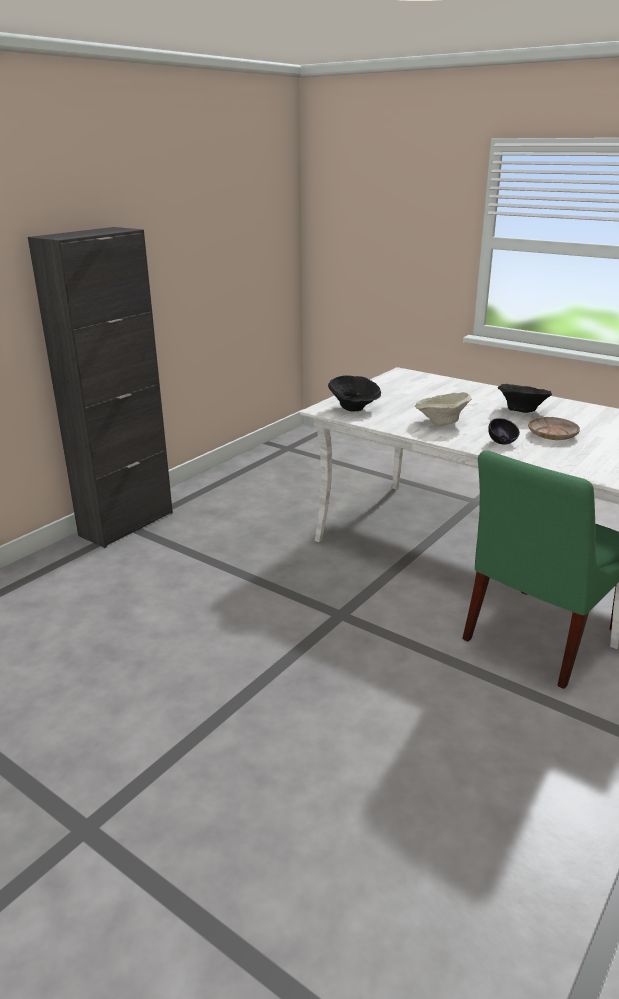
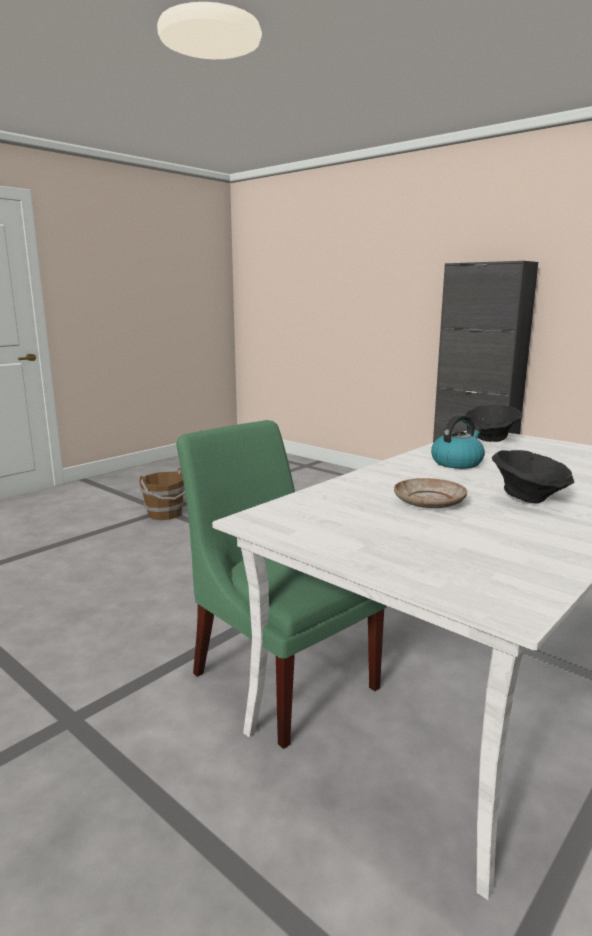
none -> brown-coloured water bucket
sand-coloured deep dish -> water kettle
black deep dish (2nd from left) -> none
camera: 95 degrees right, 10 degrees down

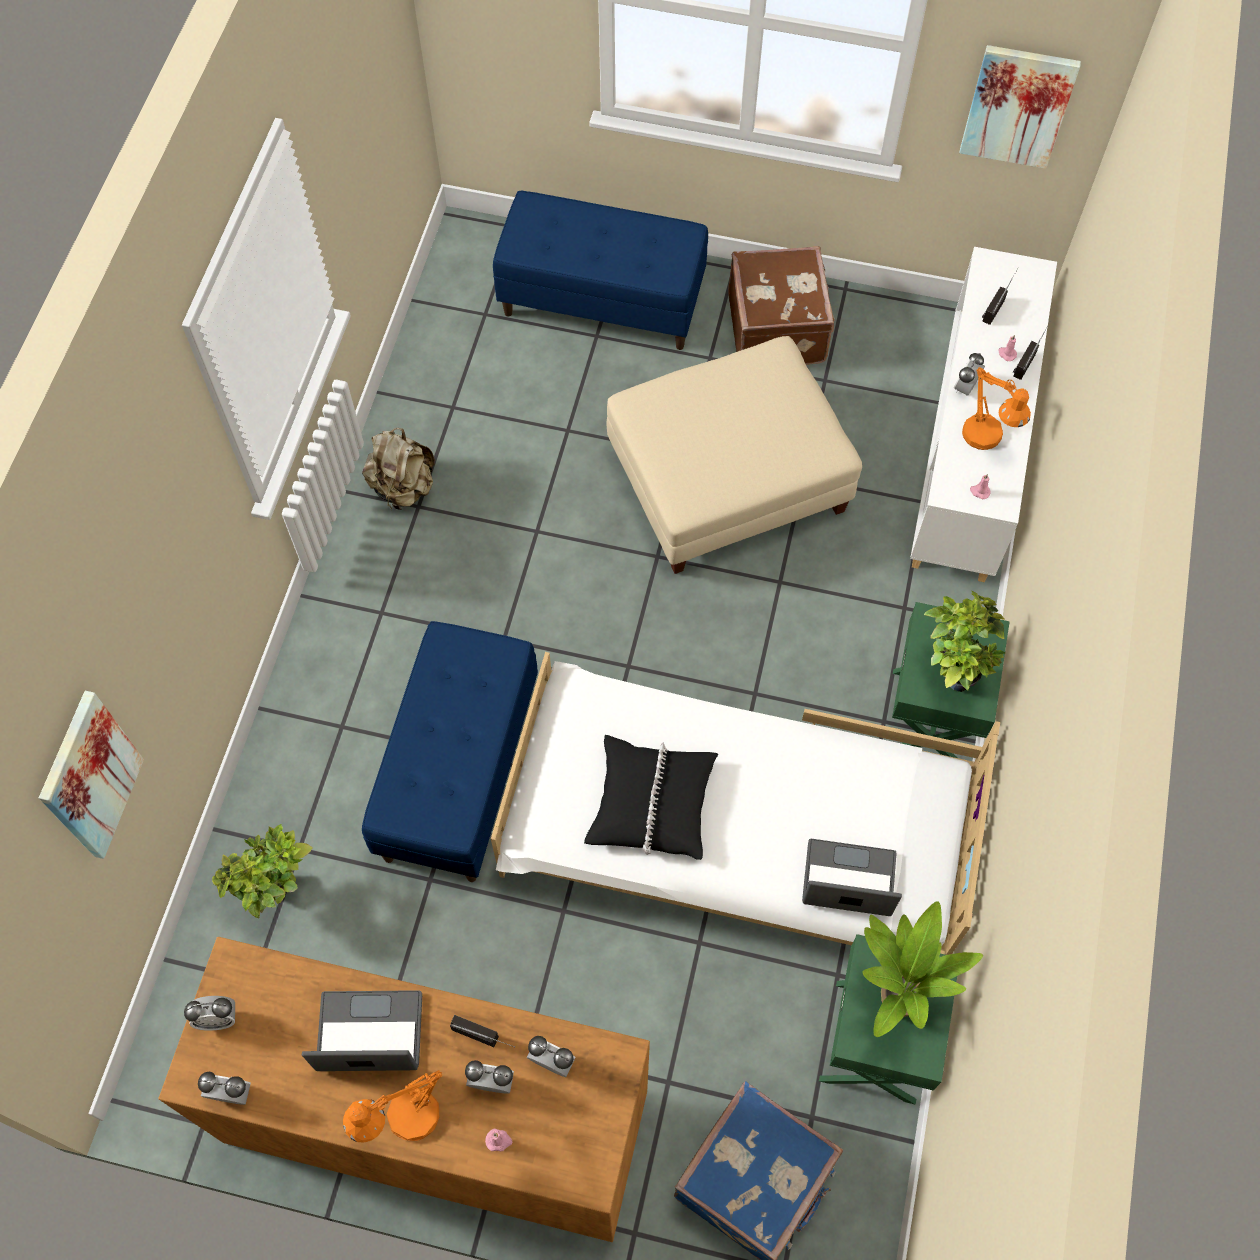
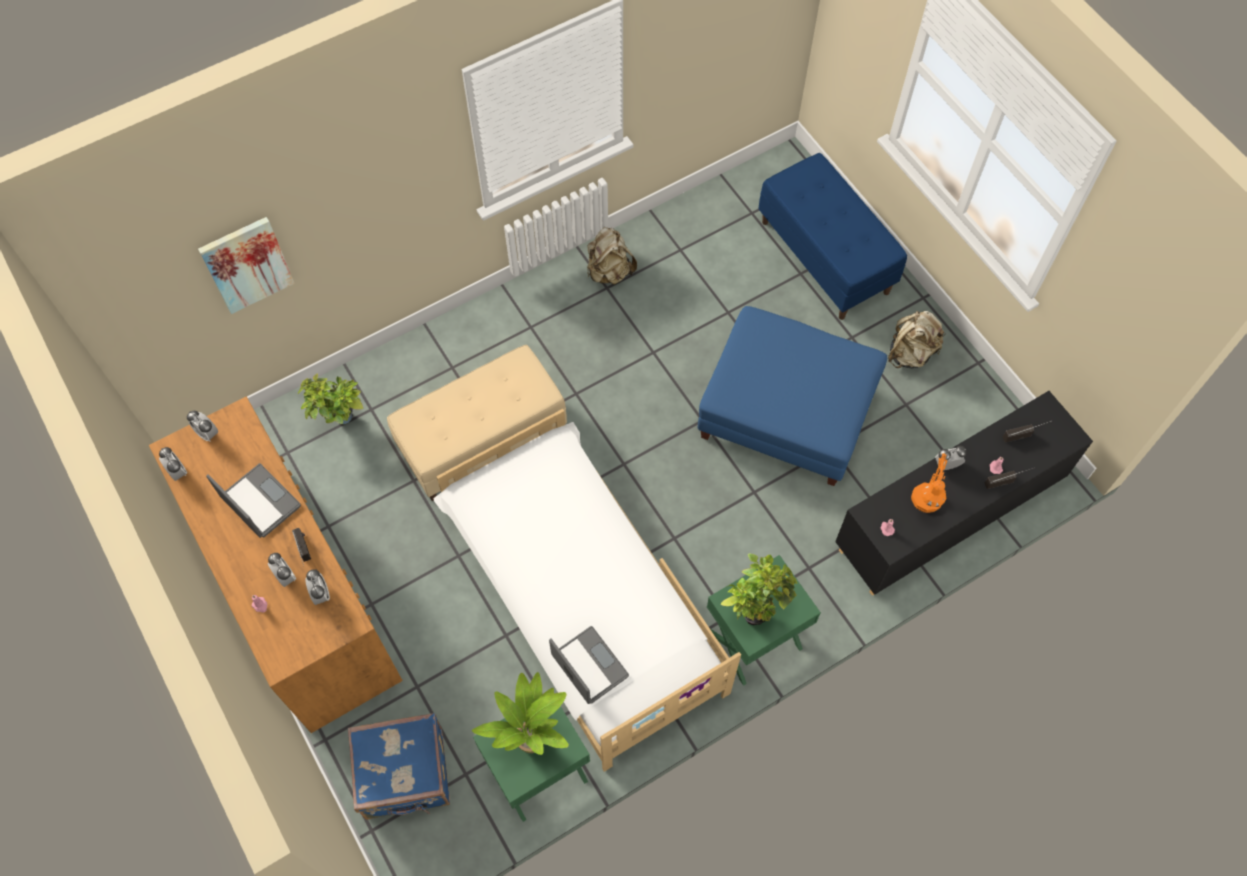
bluish long seat (1st from left) -> sand-coloured long seat
sand-coloured pouffe -> bluish pouffe
white-coloured storage cabinet -> black storage cabinet
brown-coloured piece of luggage -> sand-coloured rucksack (2nd from left)
orange-coloured tabletop lamp (1st from left) -> none
black pillow -> none
wall art (2nd from left) -> none
camera: 45 degrees right, 0 degrees up

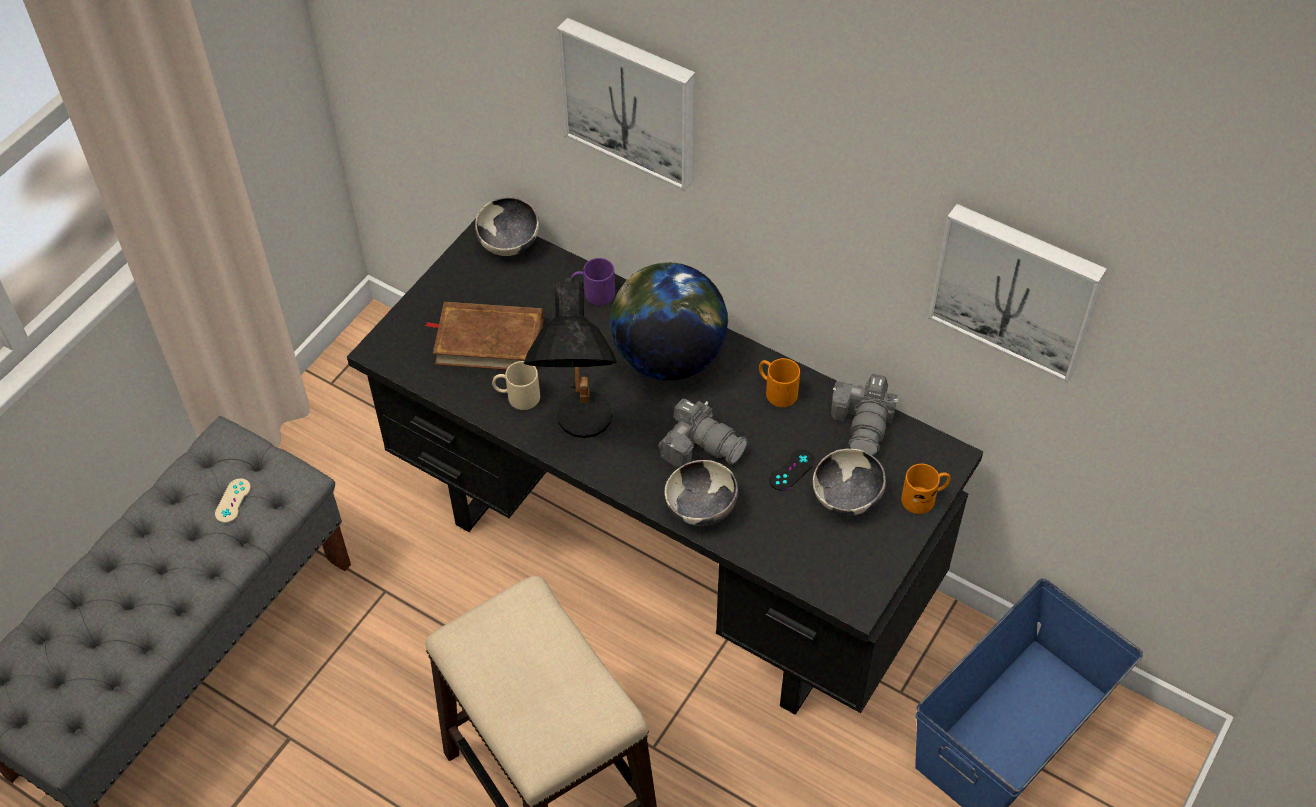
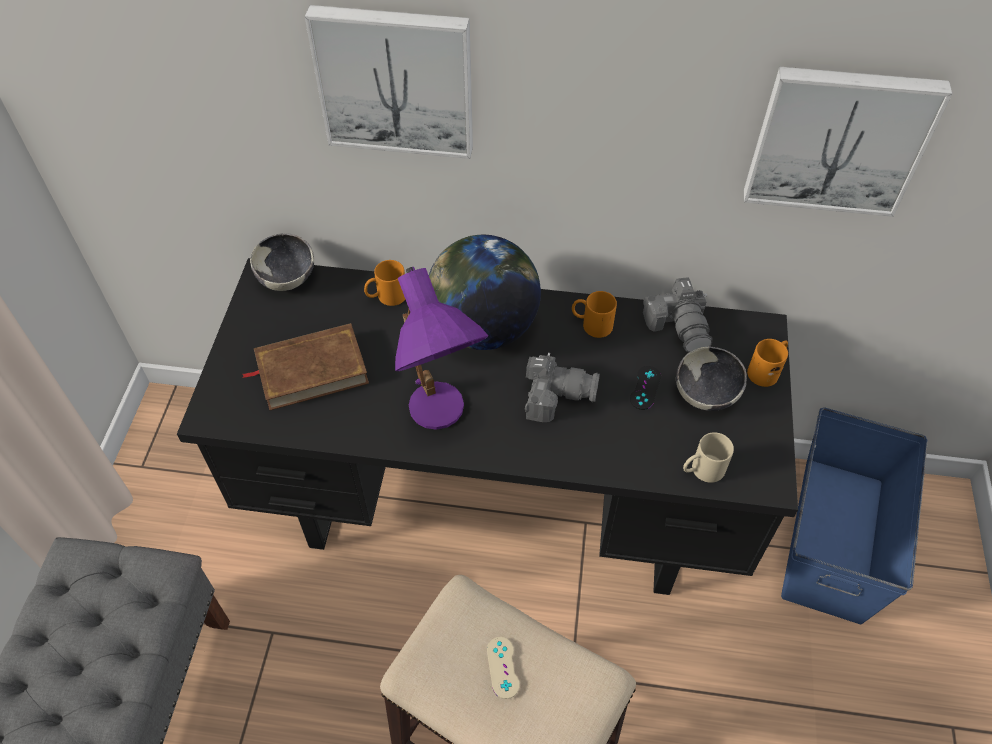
purple tea mug -> orange-coloured tea mug (1st from left)
black tabletop lamp -> purple tabletop lamp
sand-coloured game controller, moved
sand-coloured tea mug, moved
deep dish (2nd from left) -> none
camera: 25 degrees left, 0 degrees up

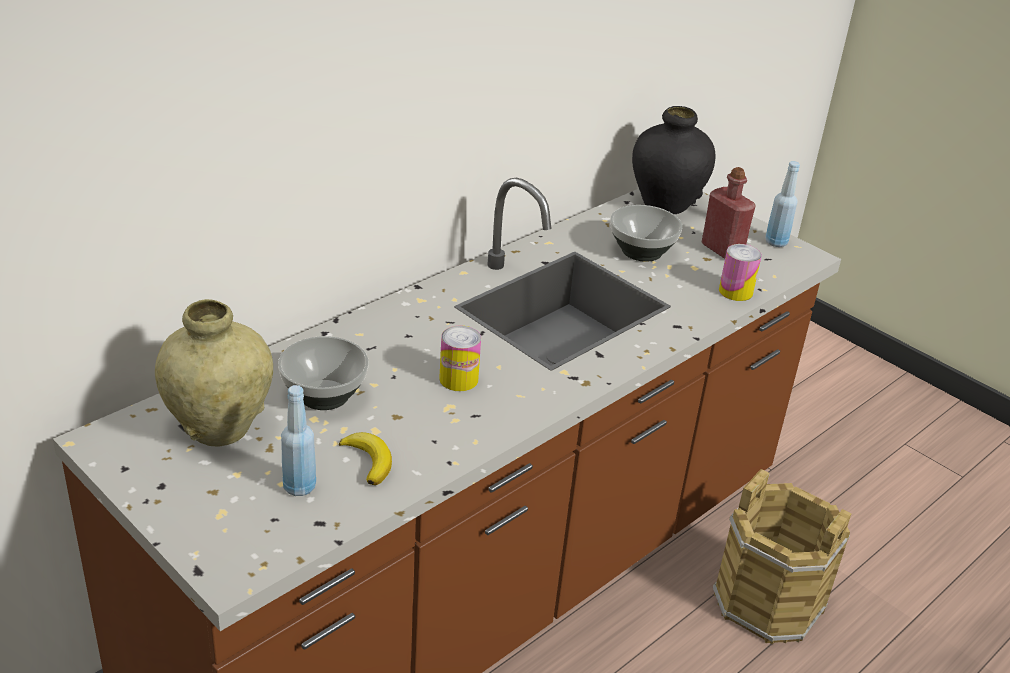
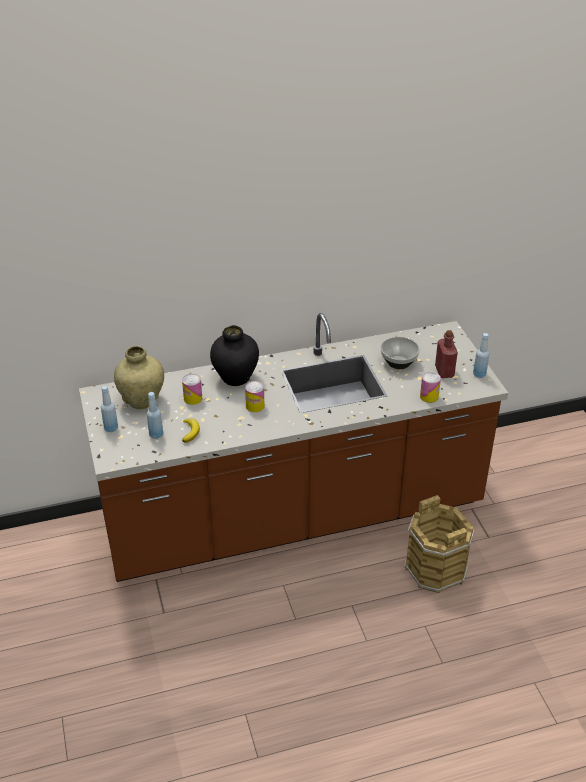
none -> bluish drink bottle (1st from left)
deep dish (1st from left) -> metal can (1st from left)
black decorative vase, moved
camera: 30 degrees right, 5 degrees up

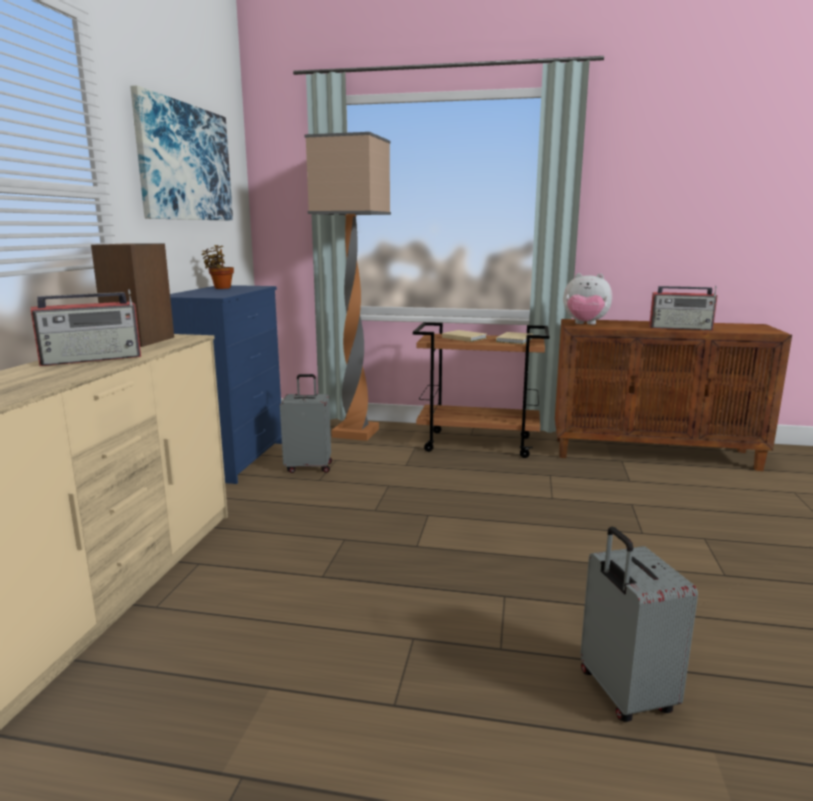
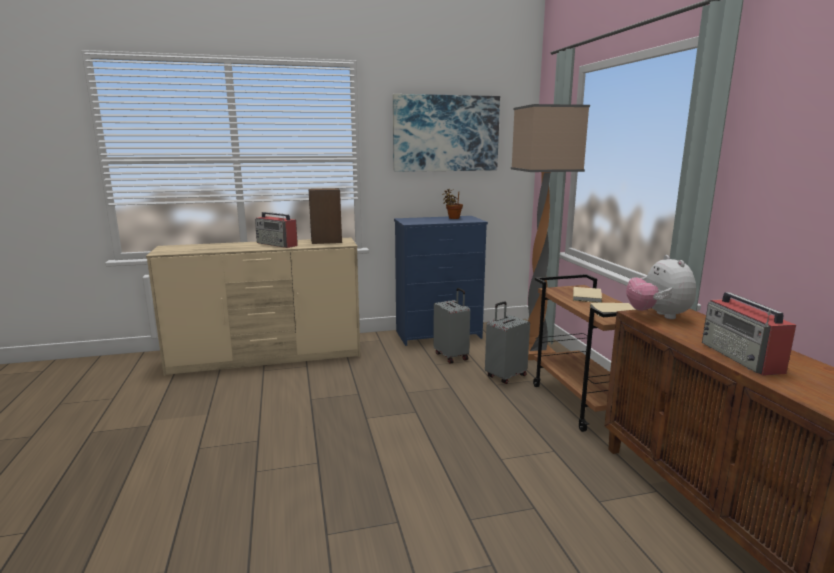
gray piece of luggage (2nd from left), moved
camera: 65 degrees right, 0 degrees up

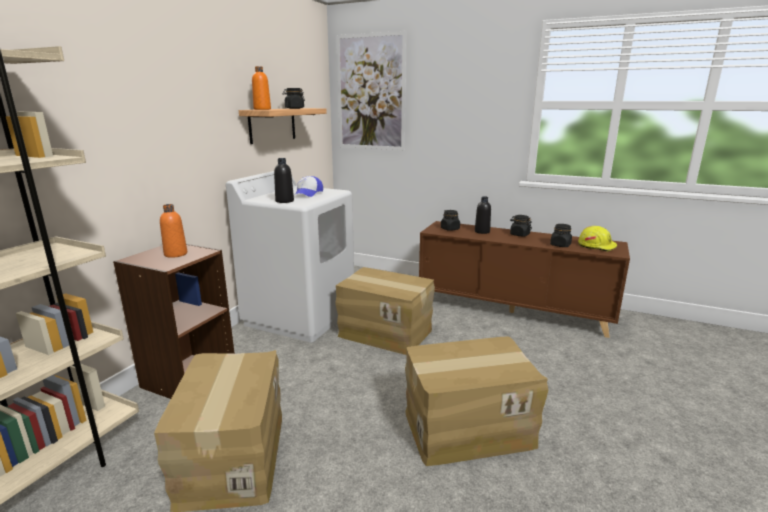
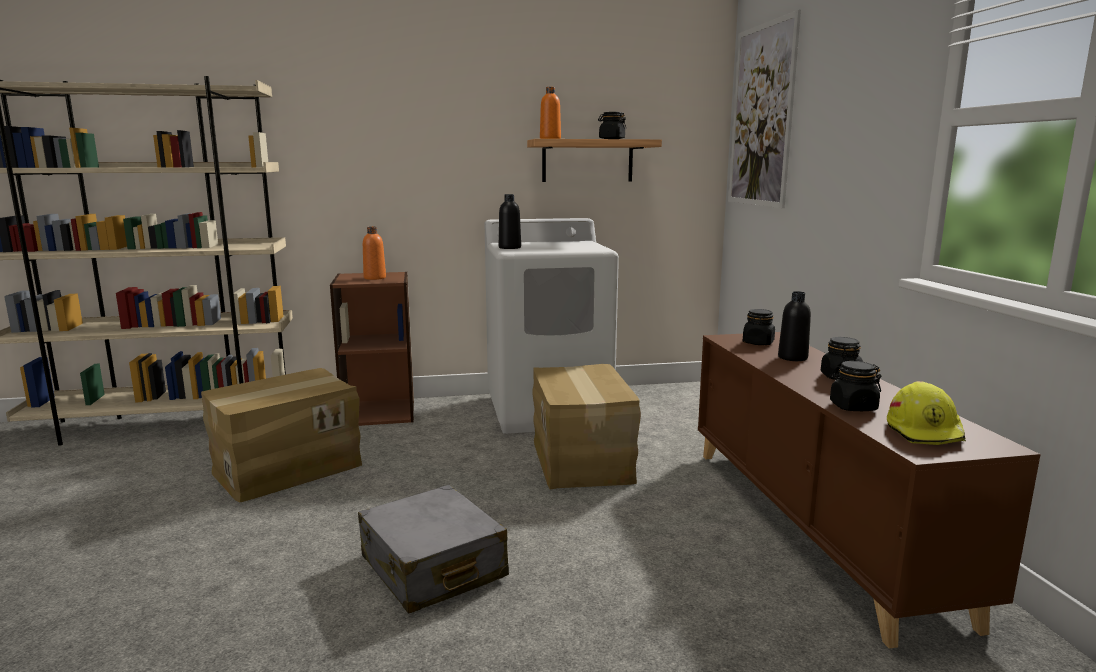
carton (3rd from left) -> gray piece of luggage
cap -> none
camera: 55 degrees right, 5 degrees down

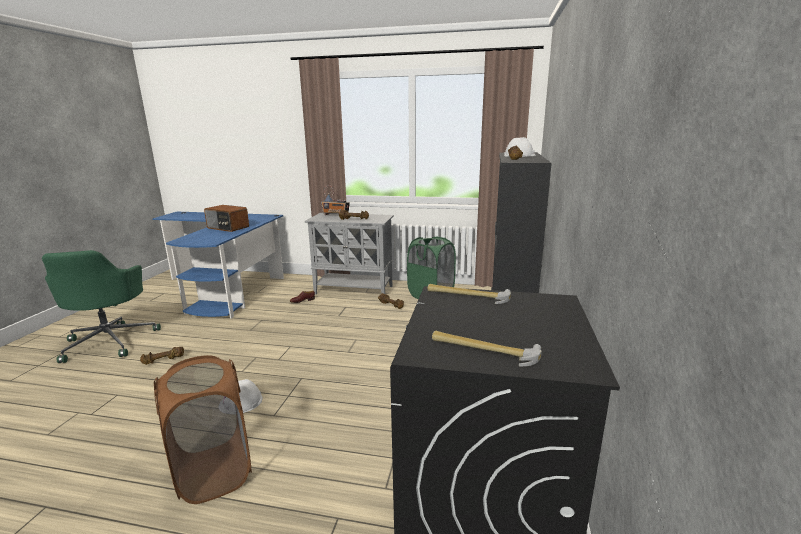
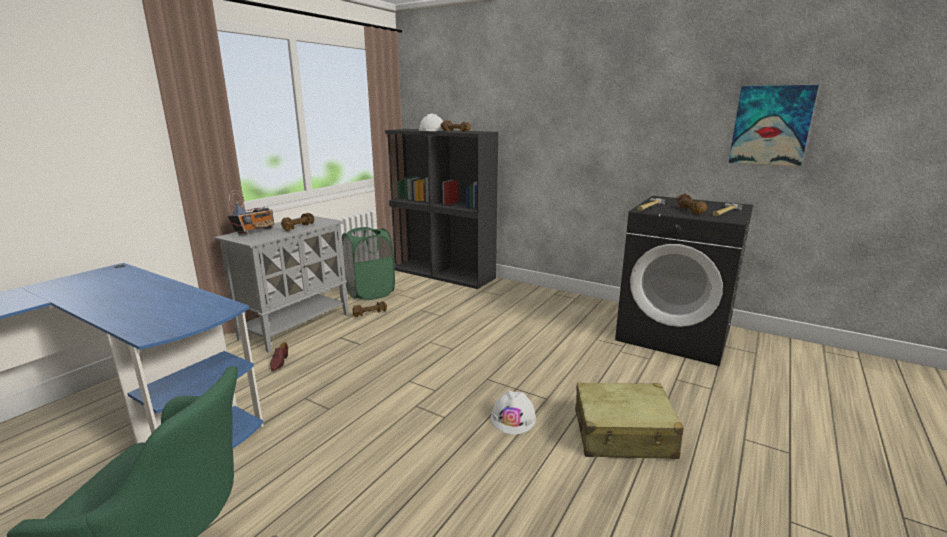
brown-coloured laundry basket -> sand-coloured piece of luggage
brown-coloured hand weight (1st from left in the first image) -> brown-coloured hand weight (4th from left), moved
none -> wall art
radio (1st from left) -> none
camera: 70 degrees left, 0 degrees up

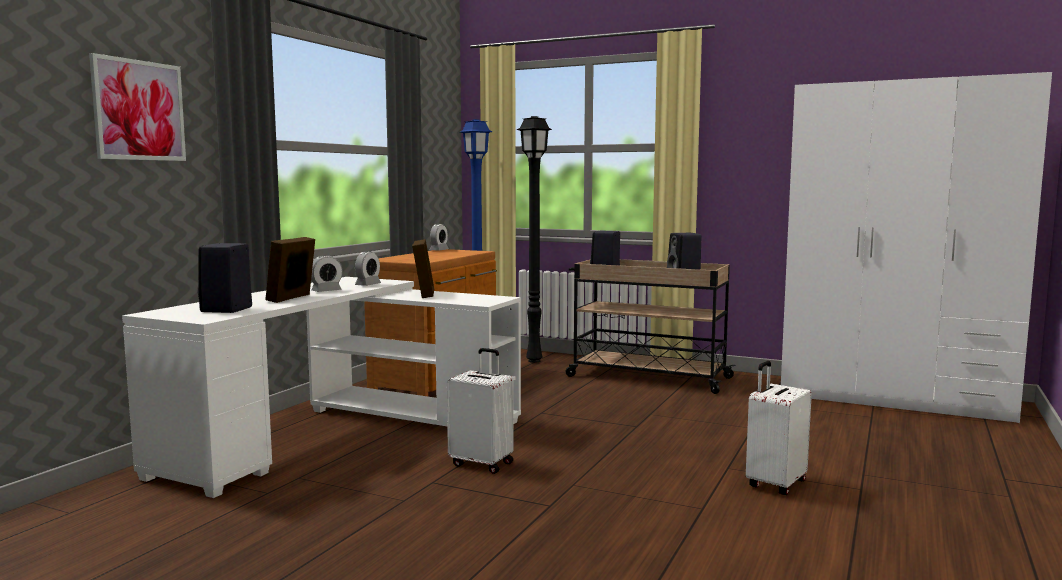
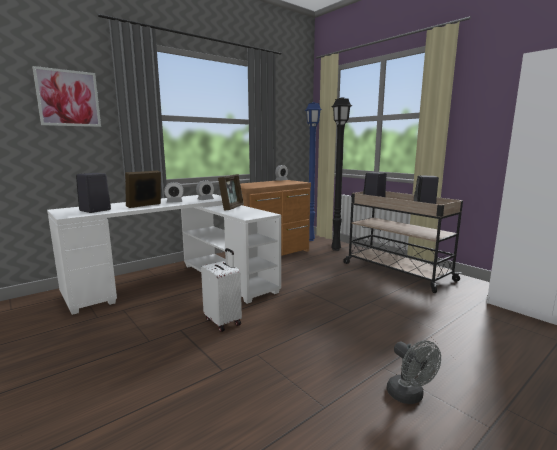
white-coloured piece of luggage (2nd from left) -> gray electric fan
camera: 25 degrees right, 5 degrees up

